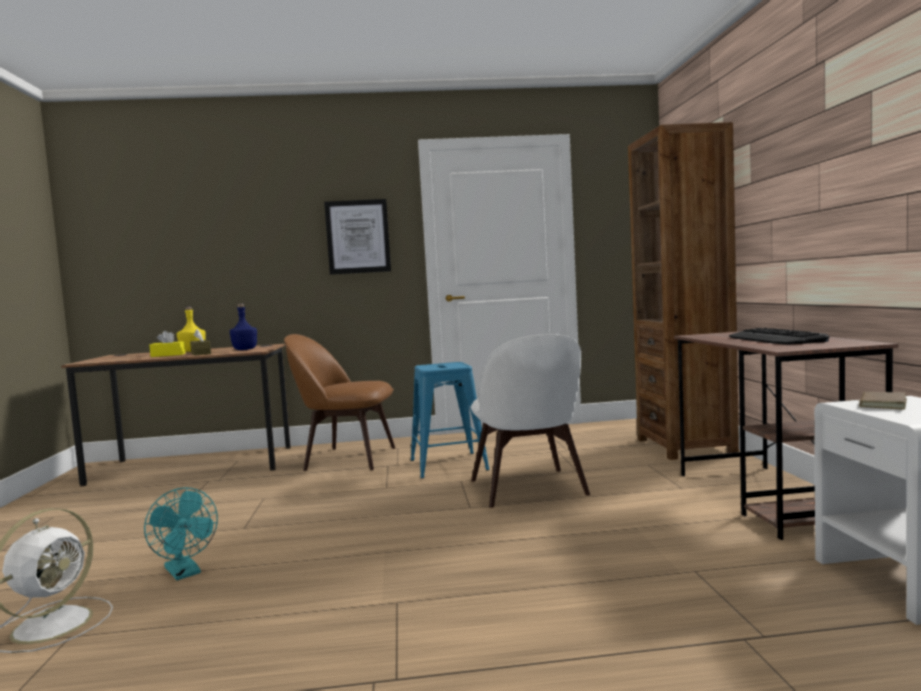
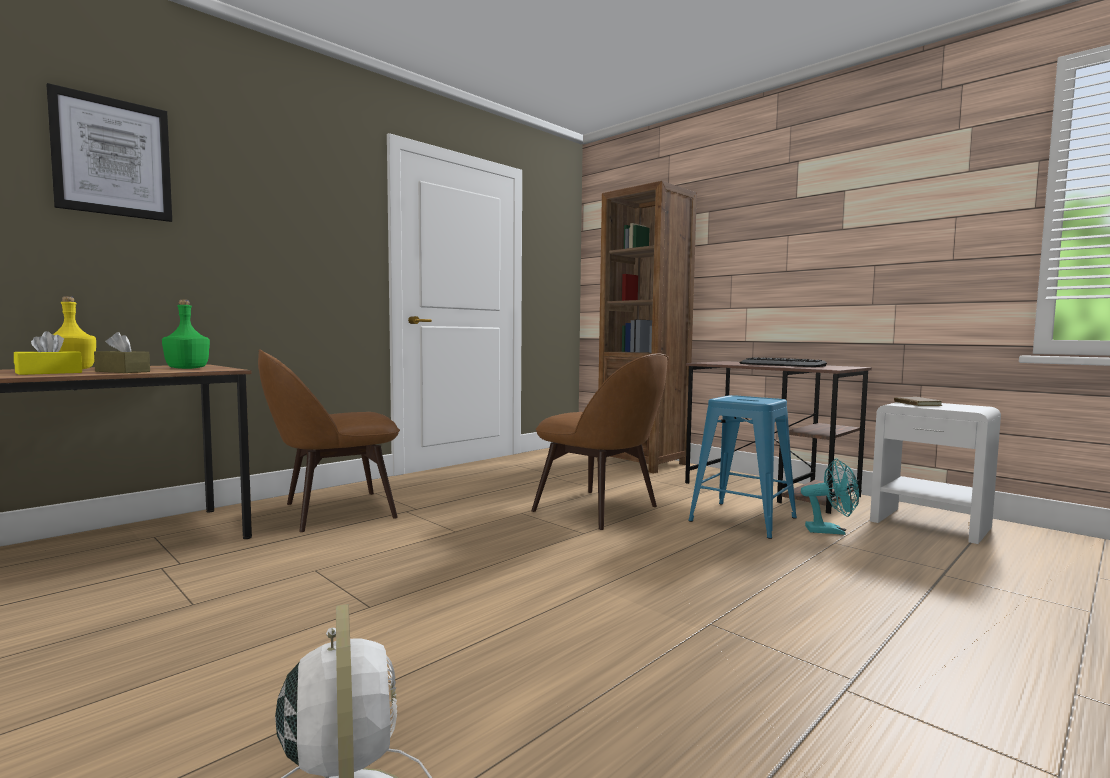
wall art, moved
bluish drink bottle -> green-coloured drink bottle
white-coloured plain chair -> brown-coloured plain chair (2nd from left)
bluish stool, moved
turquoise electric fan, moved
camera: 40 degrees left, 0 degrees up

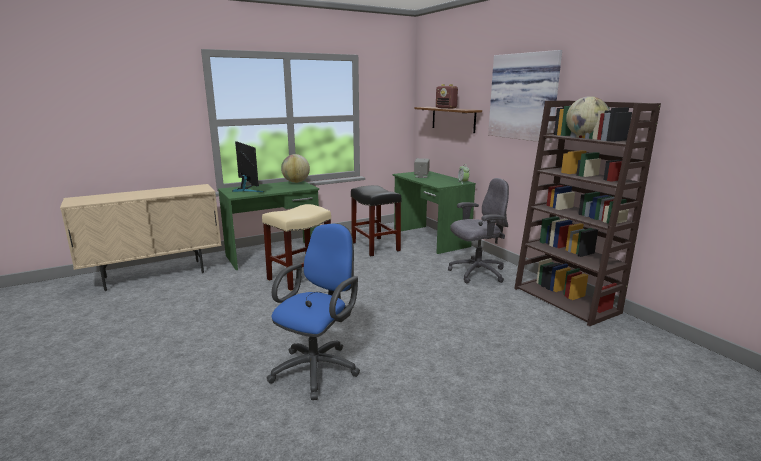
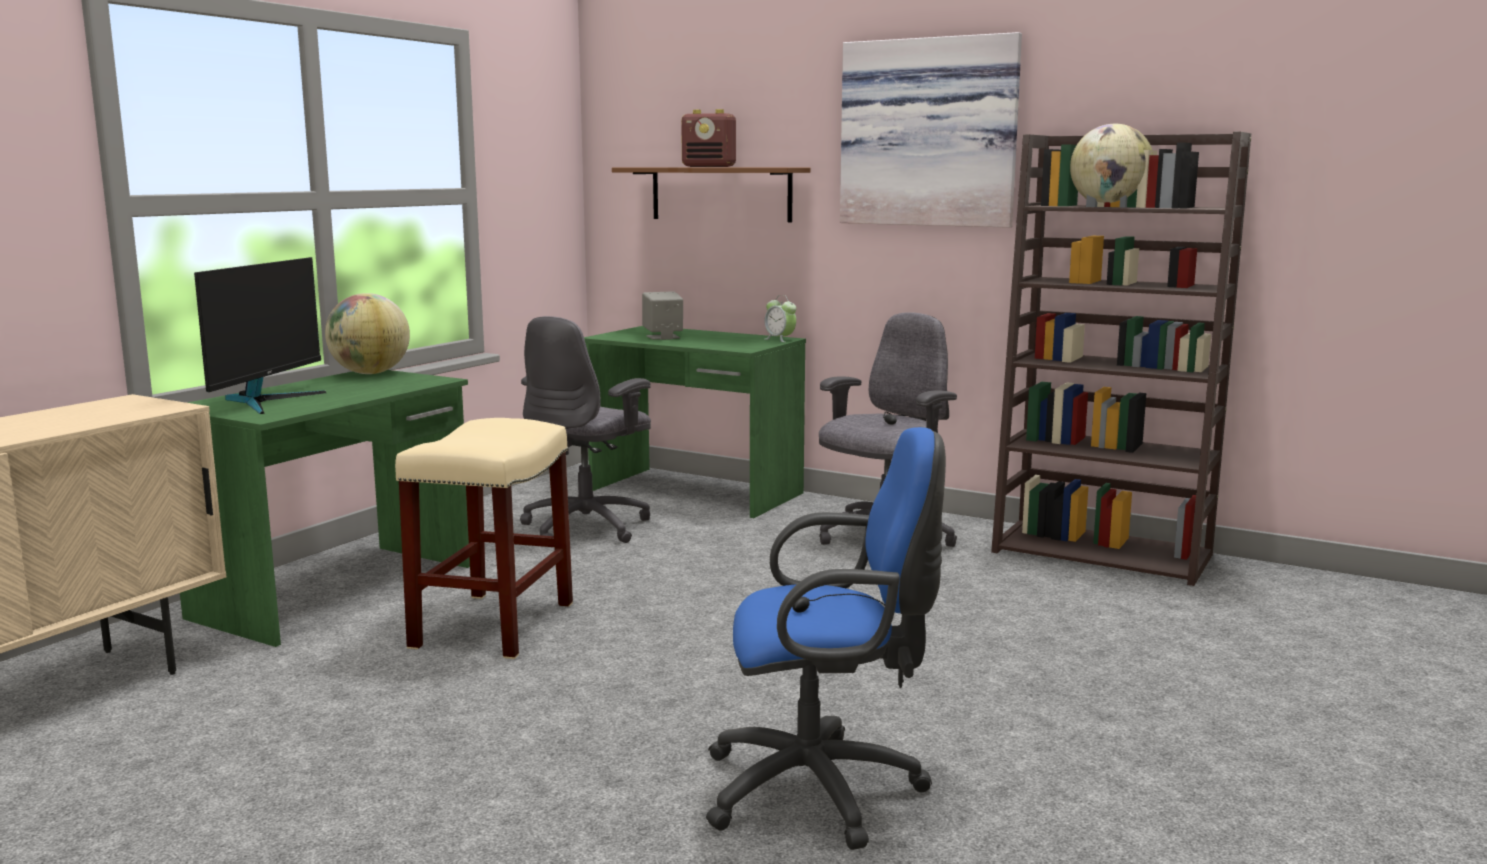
monitor, 75 degrees clockwise
black stool -> gray office chair (1st from left)
bluish office chair, 90 degrees clockwise
camera: 30 degrees left, 5 degrees down

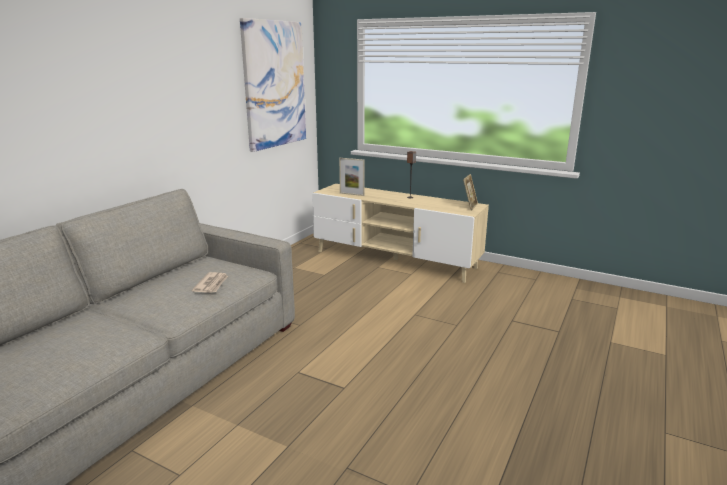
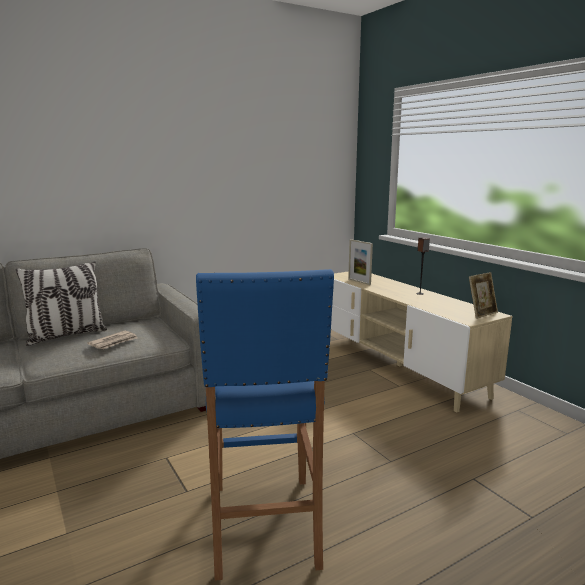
none -> pillow
none -> bluish stool
wall art -> none
camera: 30 degrees right, 5 degrees down

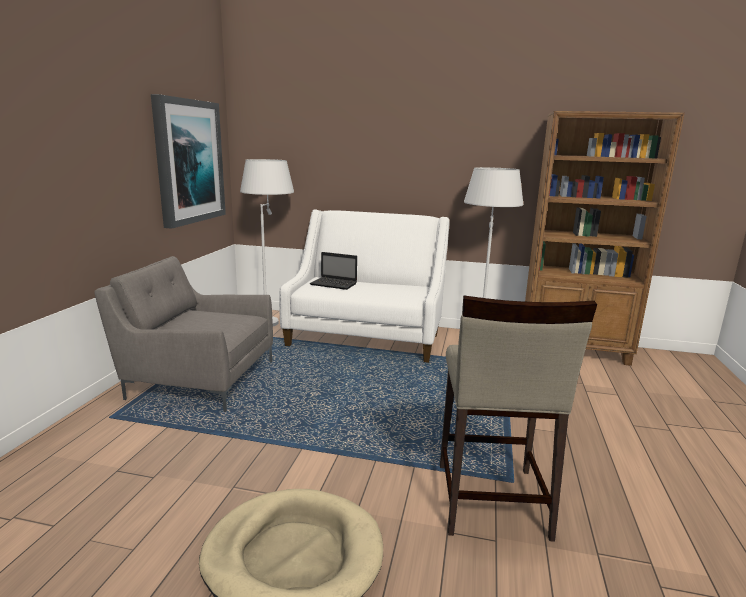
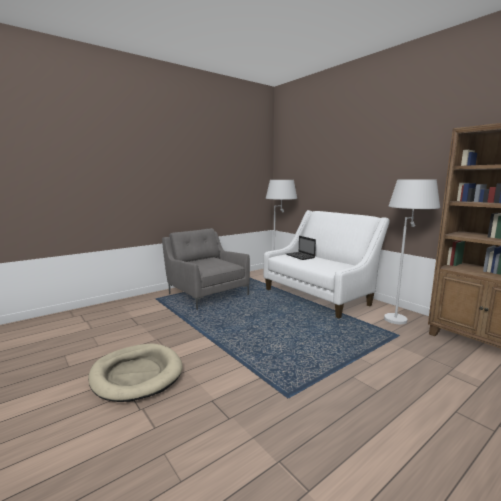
wall art -> none
sand-coloured stool -> none
camera: 40 degrees right, 5 degrees down

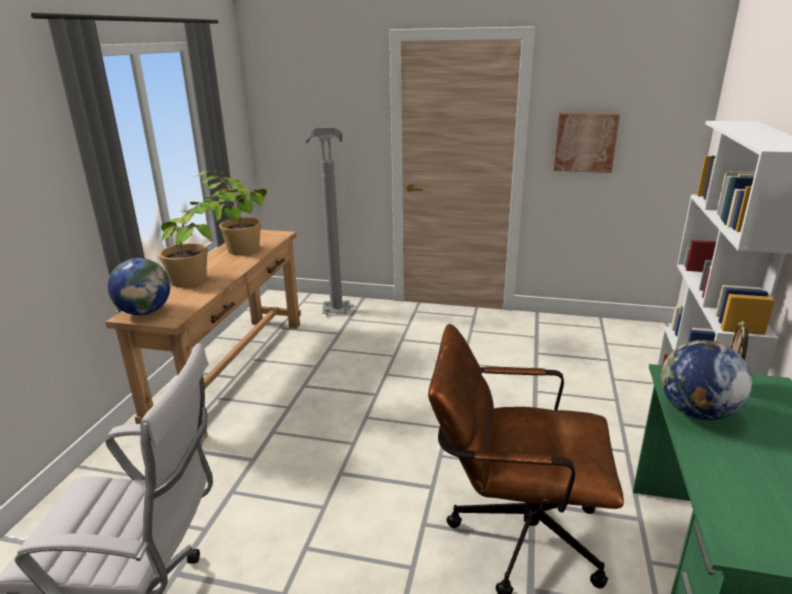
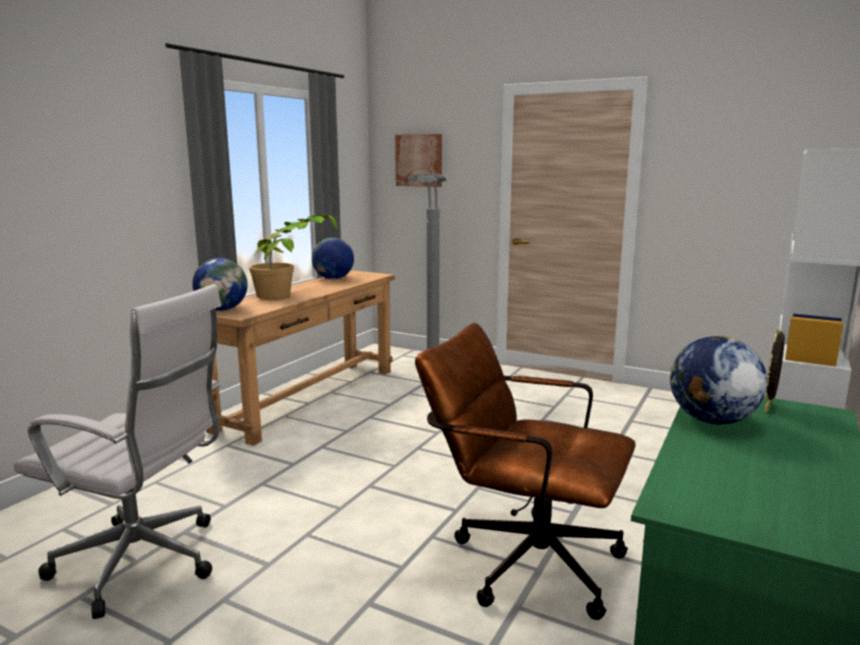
potted plant (2nd from left) -> world globe (2nd from left)
wall art, moved
camera: 15 degrees right, 10 degrees down

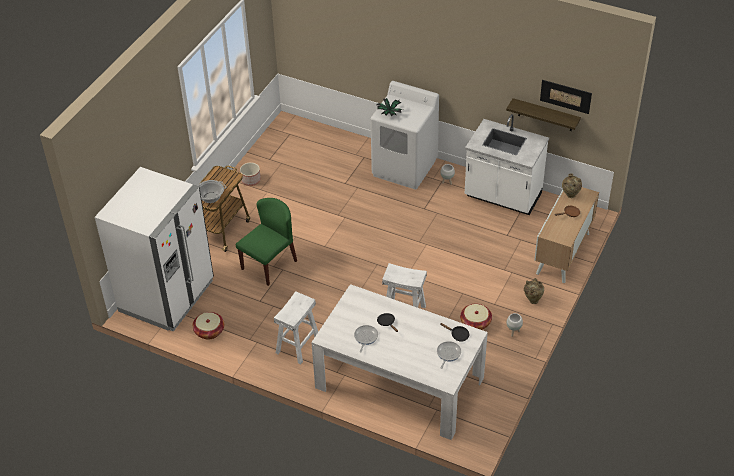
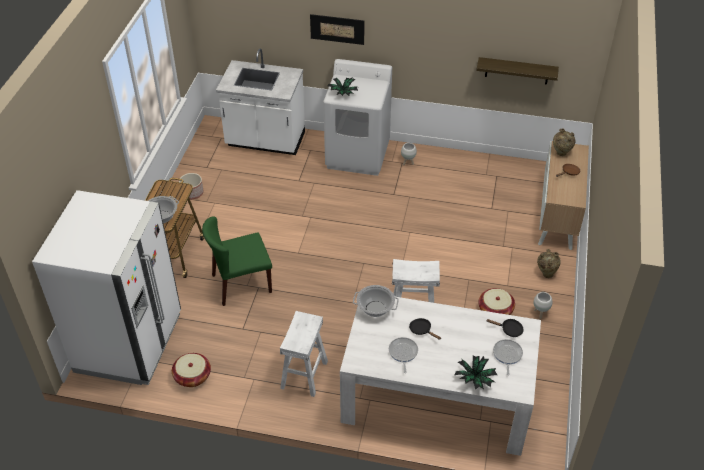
green-coloured plain chair, 135 degrees counterclockwise
white-coloured kitchen base unit, moved
wall art, moved
none -> stockpot (2nd from left)
none -> potted plant (2nd from left)
camera: 15 degrees left, 0 degrees up

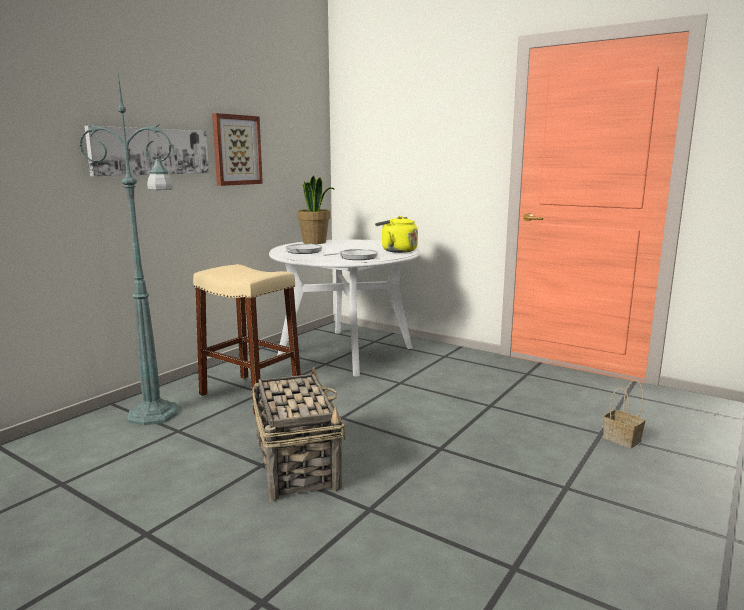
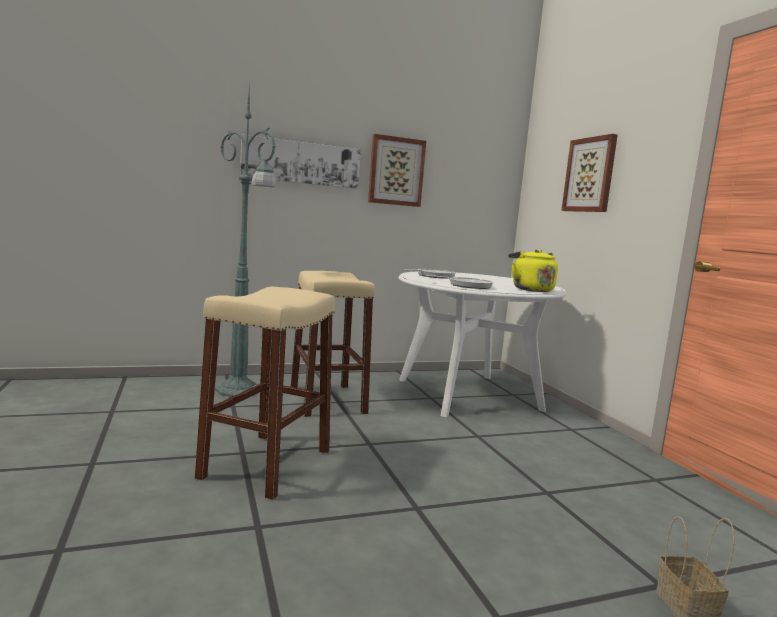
storage basket (1st from left) -> sand-coloured stool (1st from left)
none -> wall art (3rd from left)
potted plant -> none
camera: 35 degrees right, 5 degrees down

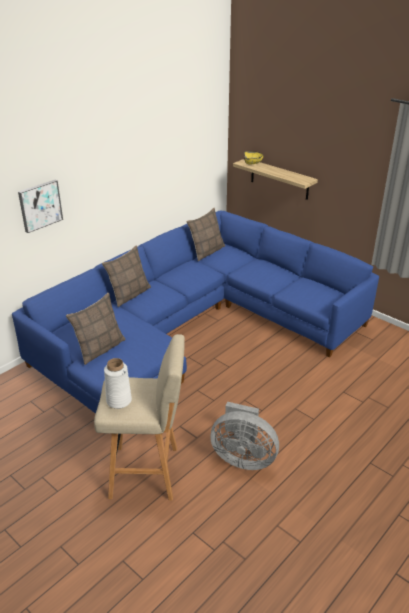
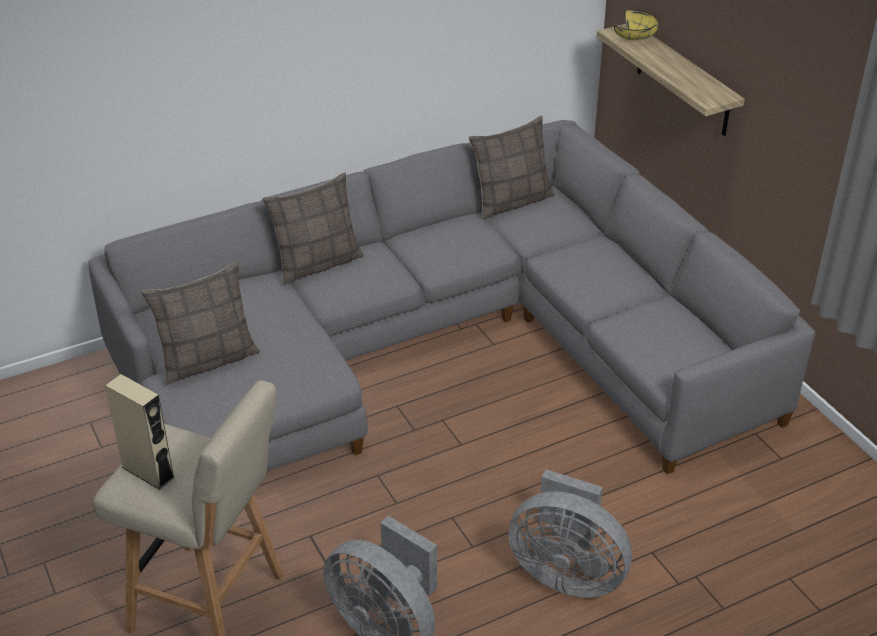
bluish couch -> gray couch
white-coloured decorative vase -> sand-coloured audio speaker
none -> gray electric fan (2nd from left)
wall art -> none
camera: 20 degrees right, 5 degrees up

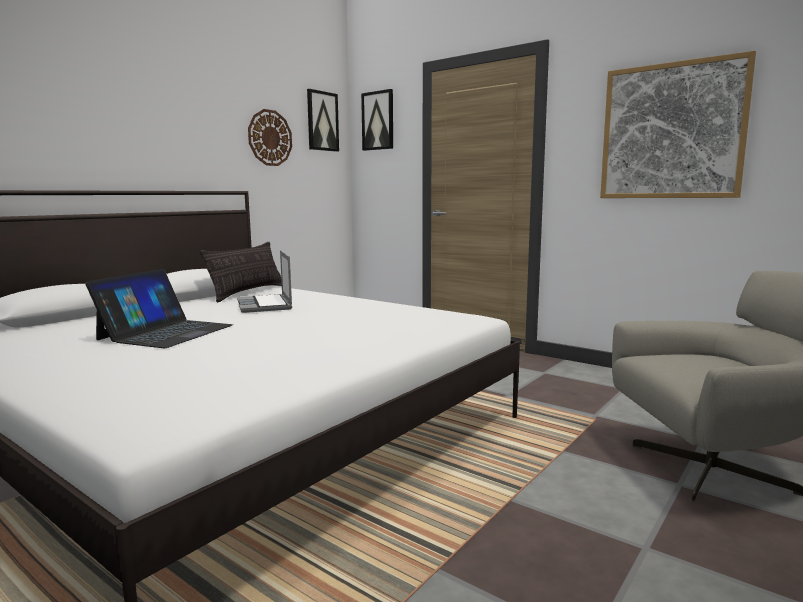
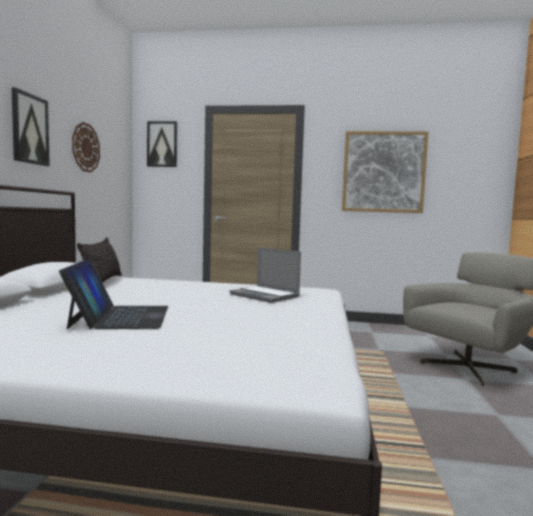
wall art (1st from left), moved
notebook computer (2nd from left), moved
camera: 30 degrees left, 5 degrees down

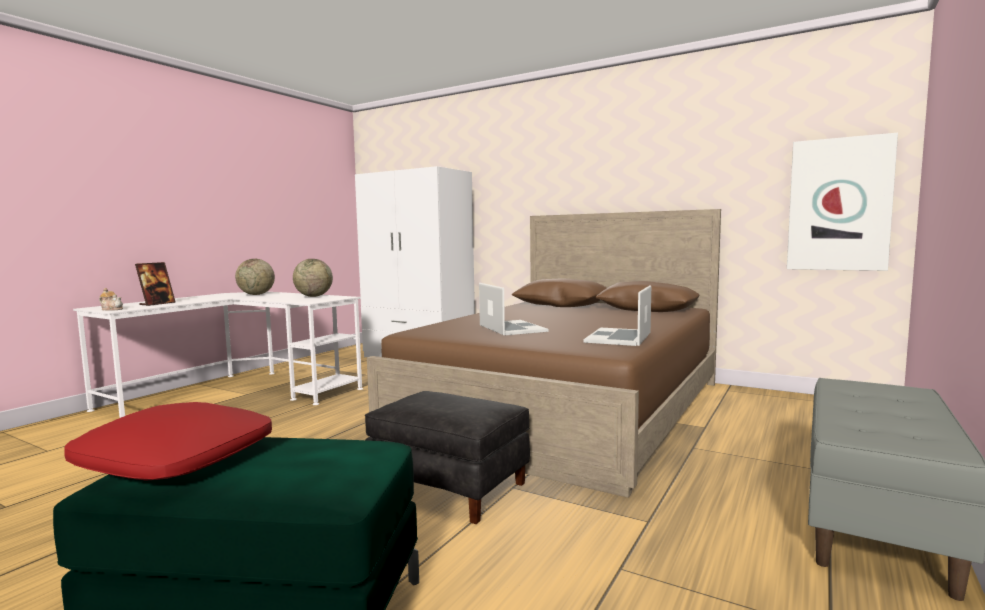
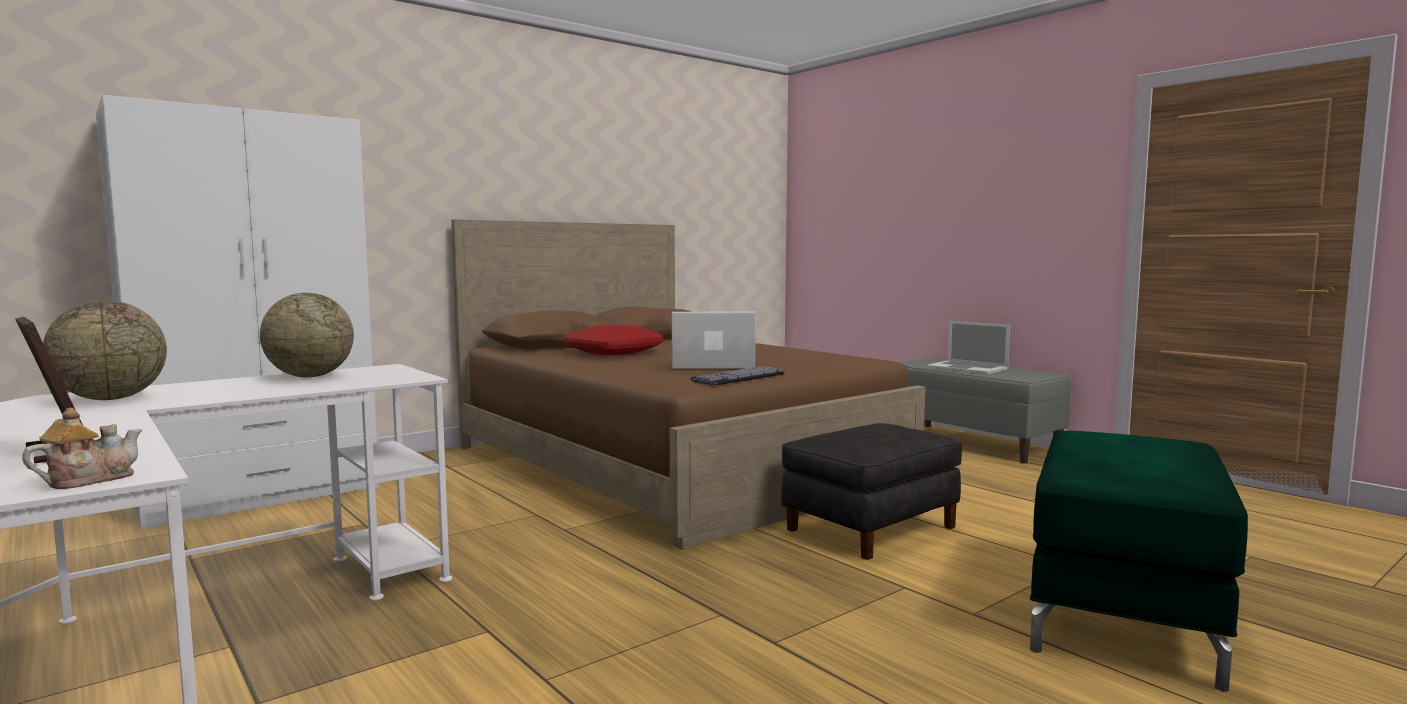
red-coloured pillow, moved
none -> computer keyboard
notebook computer (2nd from left), moved
wall art -> none
camera: 70 degrees left, 0 degrees up

